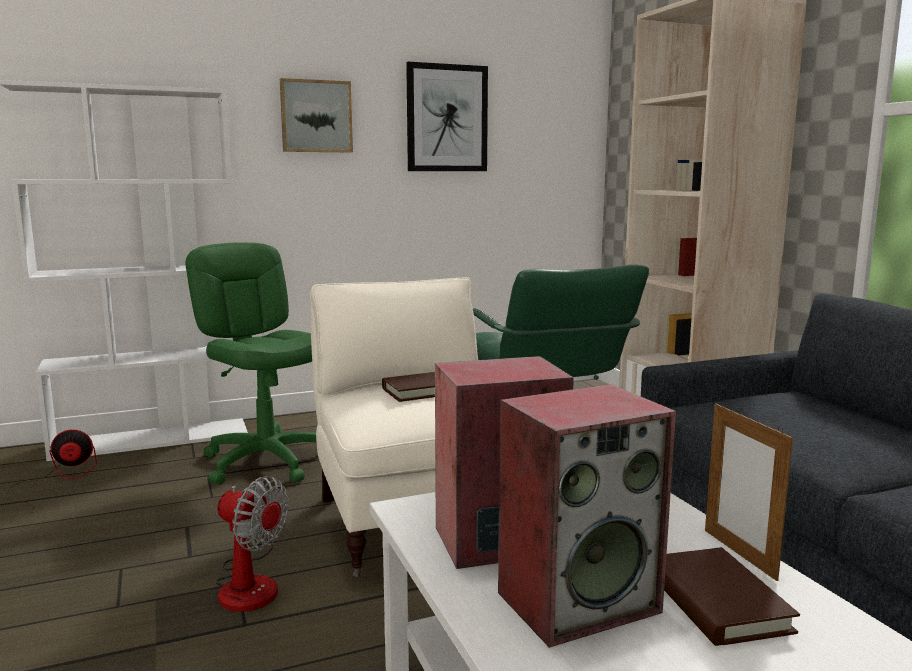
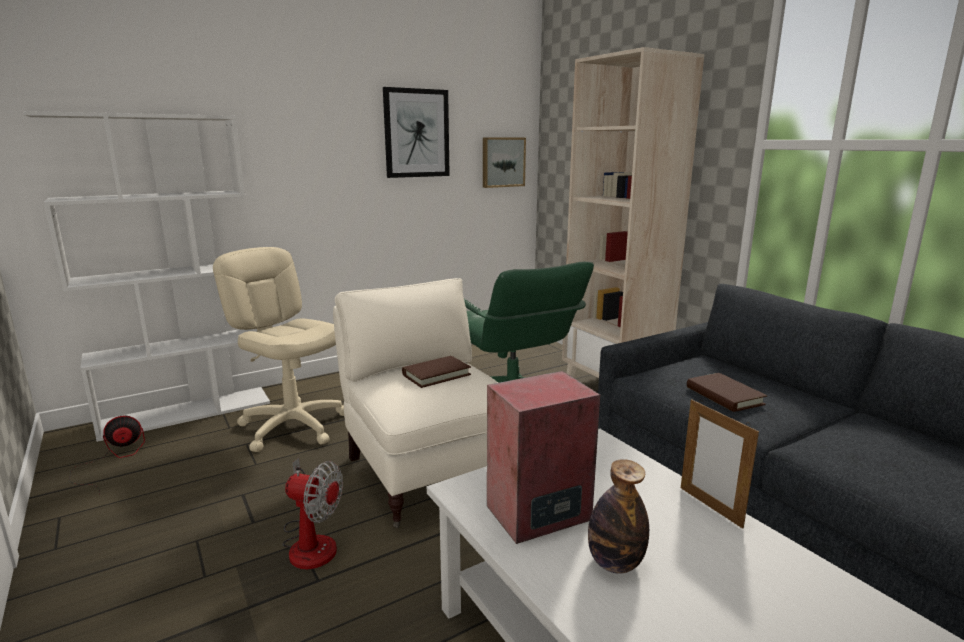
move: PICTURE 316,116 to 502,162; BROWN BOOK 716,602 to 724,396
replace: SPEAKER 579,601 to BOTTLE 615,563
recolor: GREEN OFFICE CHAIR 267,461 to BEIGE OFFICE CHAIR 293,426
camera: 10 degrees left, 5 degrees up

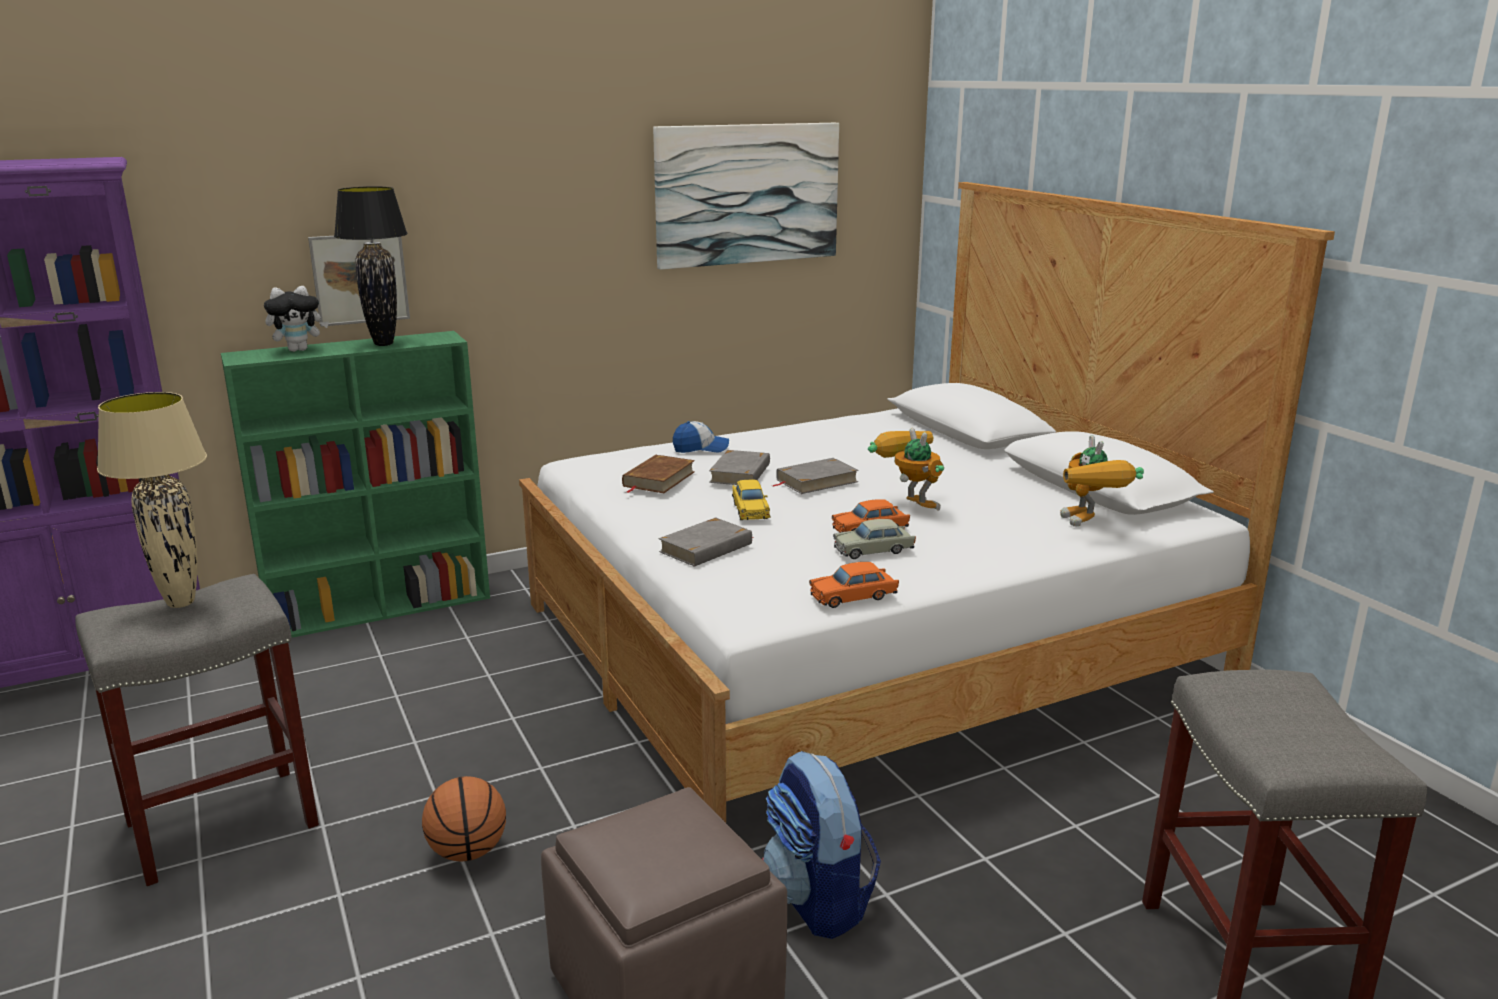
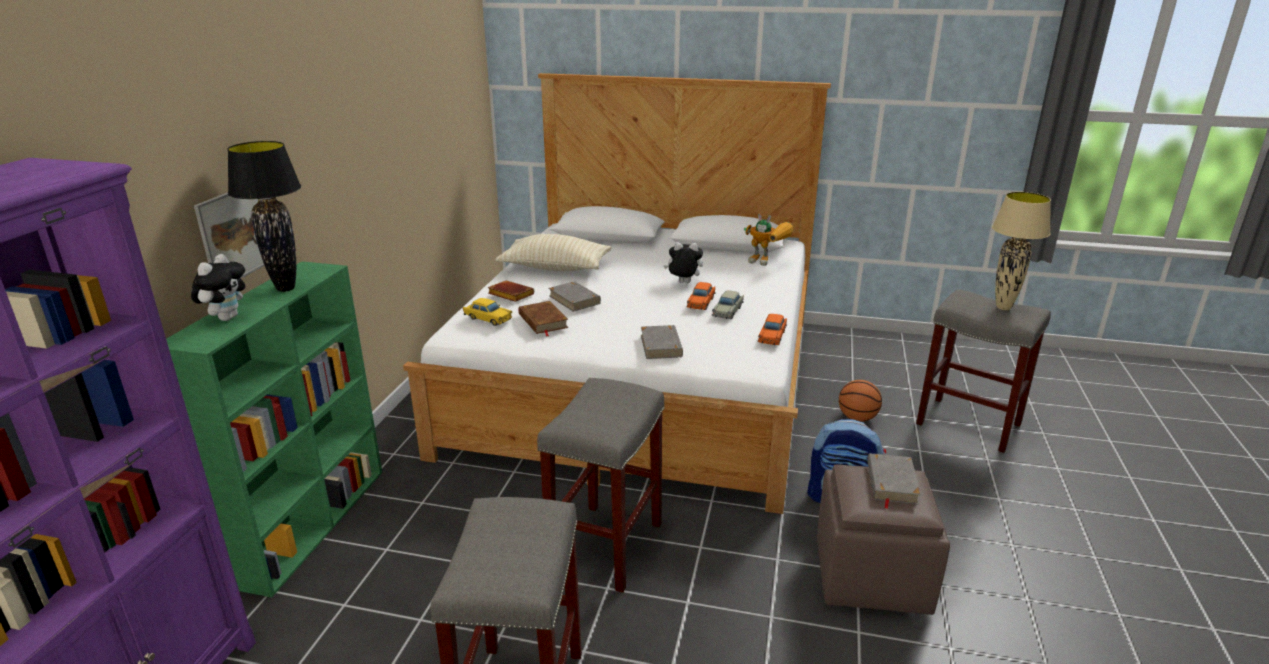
delete: PICTURE 747,194
insert: BEIGE PILLOW 555,268; GREY STOOL 606,545
move: BEIGE TABLE LAMP 180,603 to 1003,308; BASKETBALL 467,852 to 857,418; YELLOW TOY CAR 750,510 to 488,318; GREY BOOK 816,481 to 891,483
replace: CAP 701,448 to BROWN BOOK 509,295; TOY ROBOT 907,504 to PLUSH TOY 683,283
camera: 50 degrees left, 5 degrees up

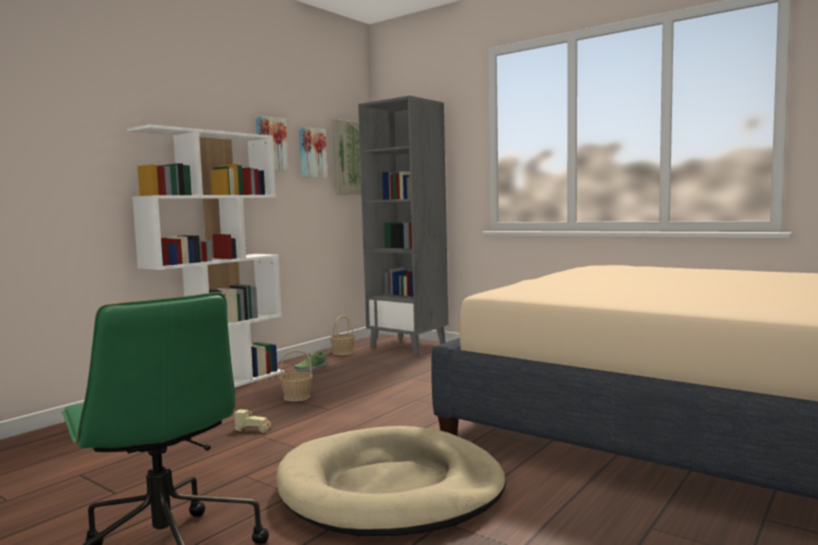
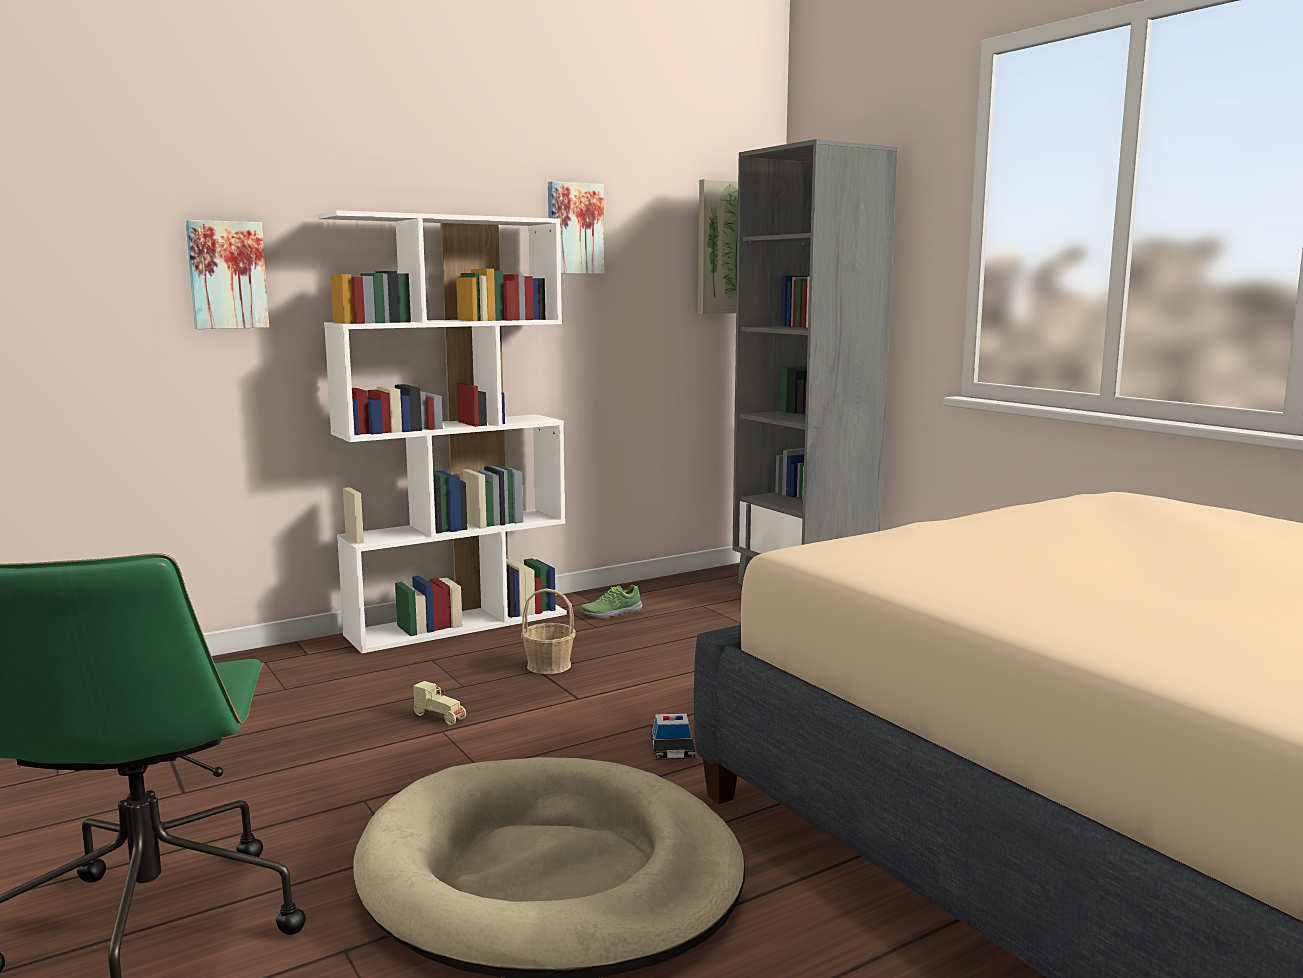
delete: BASKET 342,352
insert: TOY CAR 672,748
move: PICTURE 311,153 to 227,275
camera: 20 degrees right, 5 degrees up

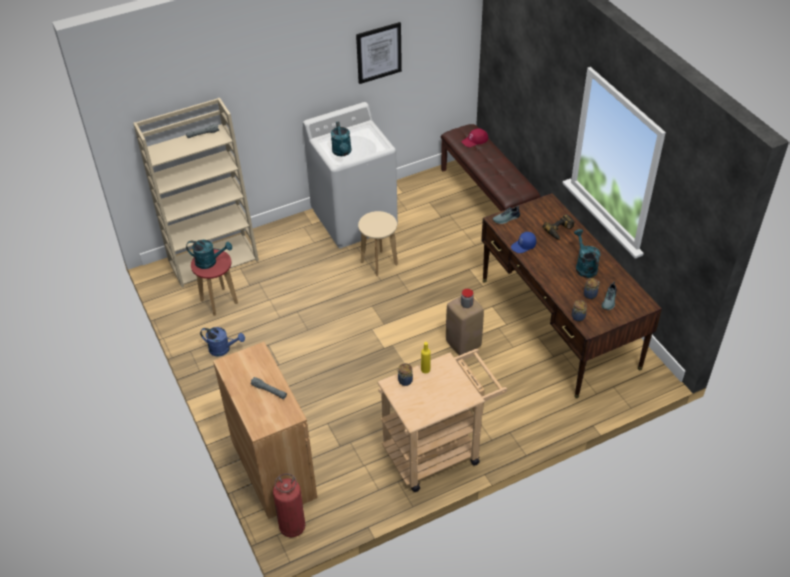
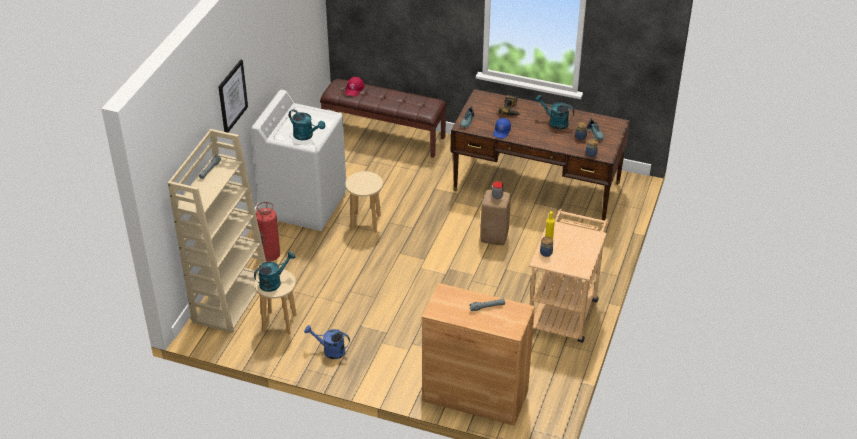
move: FIRE EXTINGUISHER 292,527 to 270,255; PICTURE 378,52 to 232,96
recolor: RED STOOL 219,302 to BEIGE STOOL 279,323
rotate: BLUE WATERING CAN 223,349 = 330,351 135 degrees counterclockwise
camera: 45 degrees left, 5 degrees down

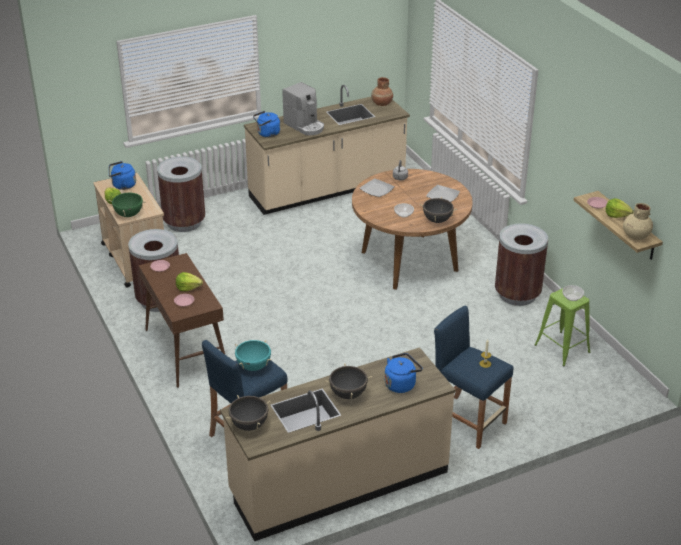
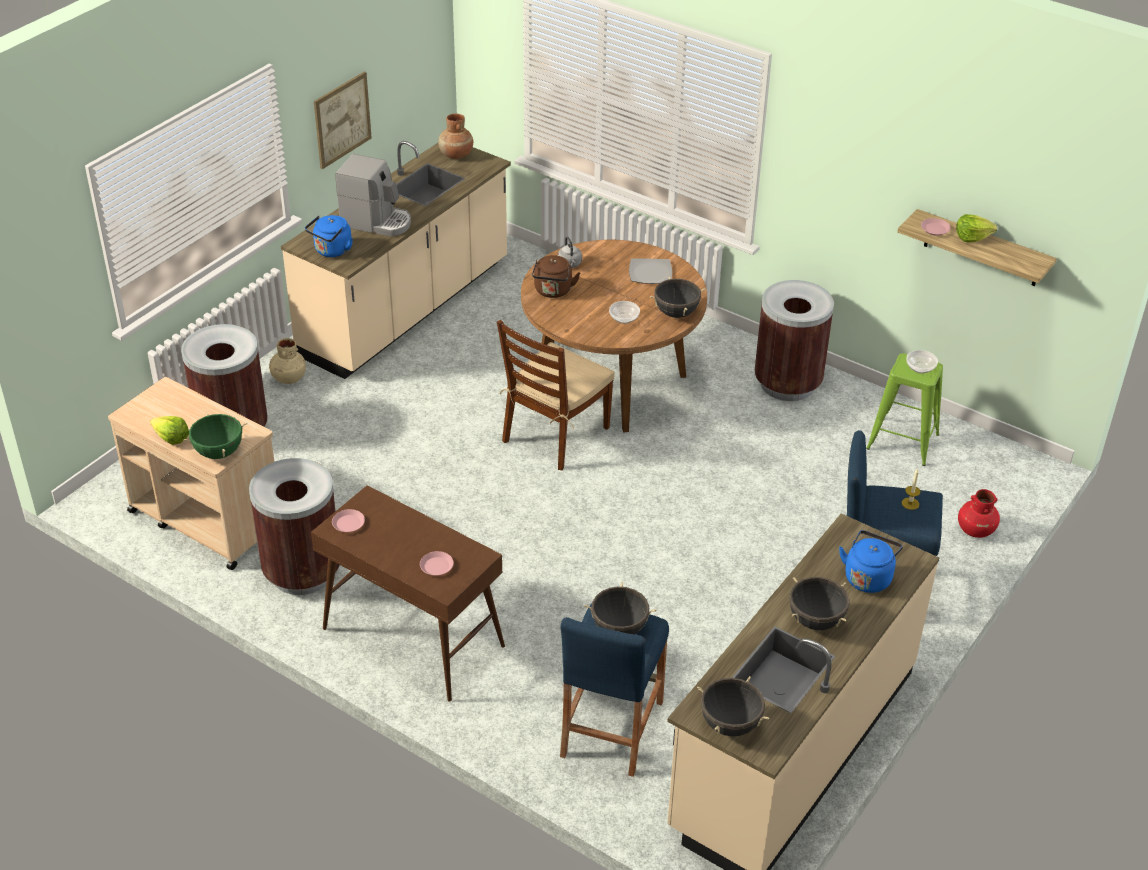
delete: BLUE KETTLE 122,185; LETTUCE 188,287
insert: PICTURE 342,119; BROWN CHAIR 555,435; RED VASE 975,530
move: BEIGE VASE 635,236 to 288,378
replace: PLATE 376,189 to BROWN KETTLE 553,291
recolor: TURQUOISE COOKING POT 253,366 to BLACK COOKING POT 619,629
camera: 30 degrees left, 5 degrees up

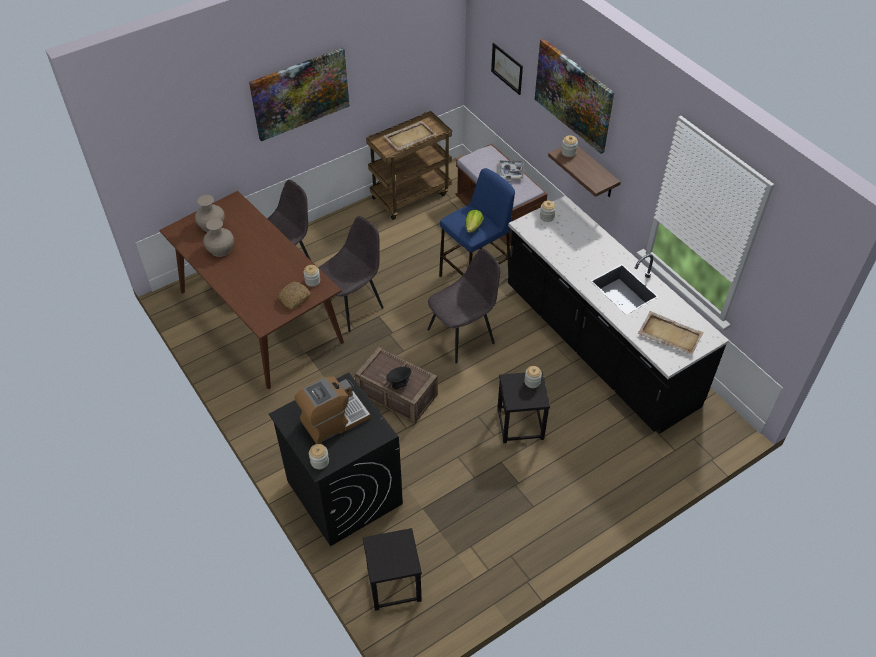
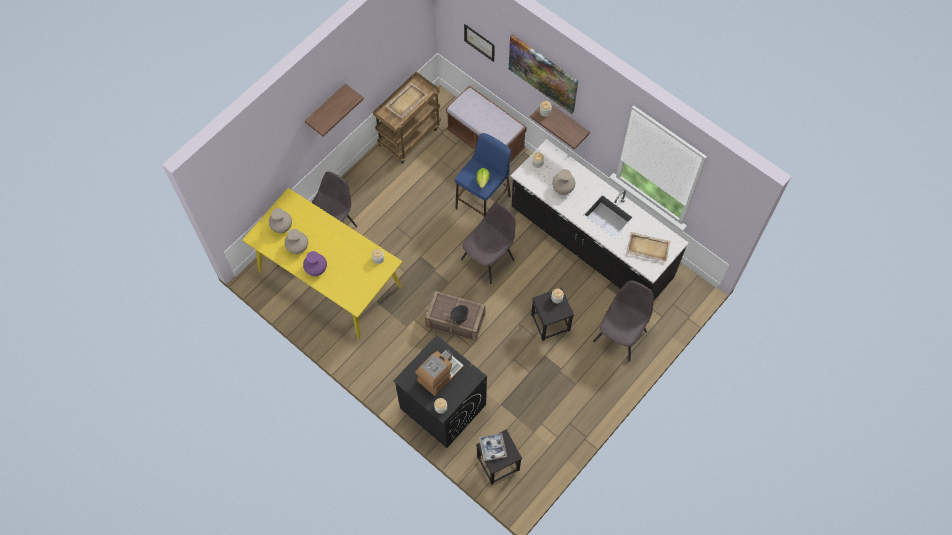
delete: BREAD 294,298
insert: PURPLE VASE 316,268; BEIGE VASE 563,188
move: GREY CHAIR 351,305 to 620,335; TRAY 510,172 to 492,447
replace: PICTURE 300,93 to SHELF 326,108
recolor: BROWN DINING TABLE 261,316 to YELLOW DINING TABLE 330,279
camera: 15 degrees left, 15 degrees up

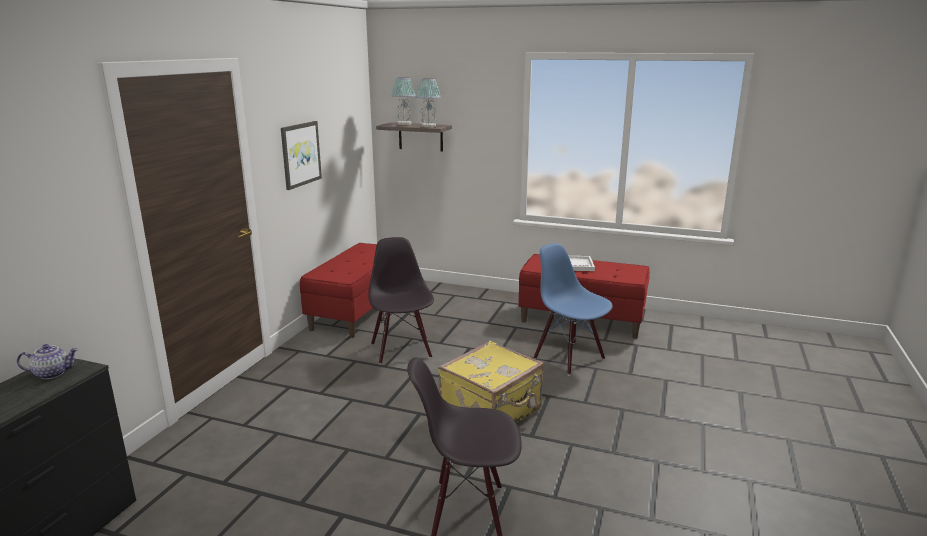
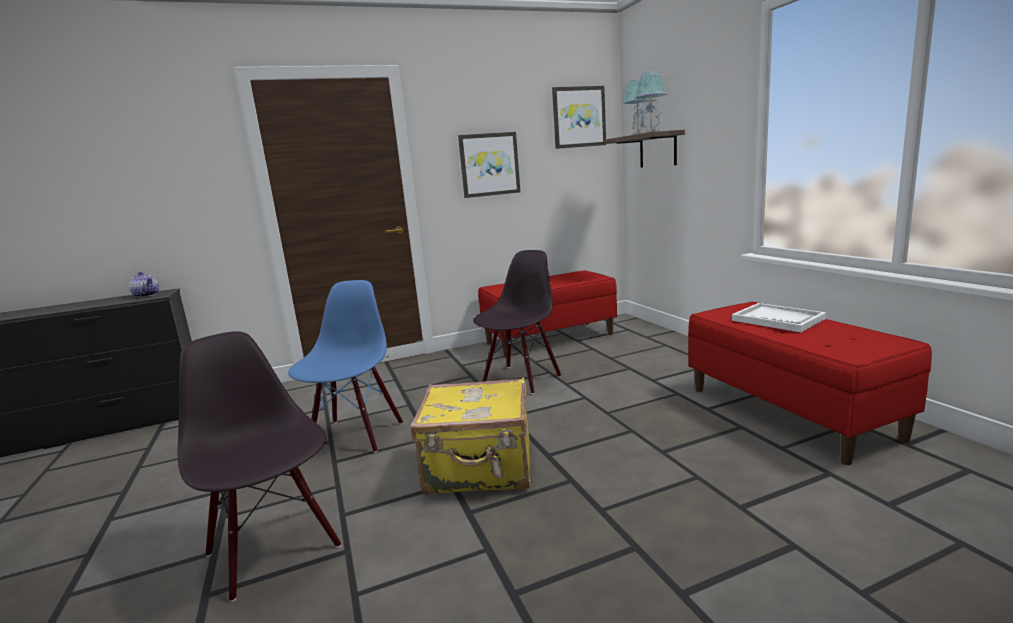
insert: PICTURE 579,117
move: BLUE CHAIR 569,358 to 356,436
camera: 50 degrees right, 5 degrees down

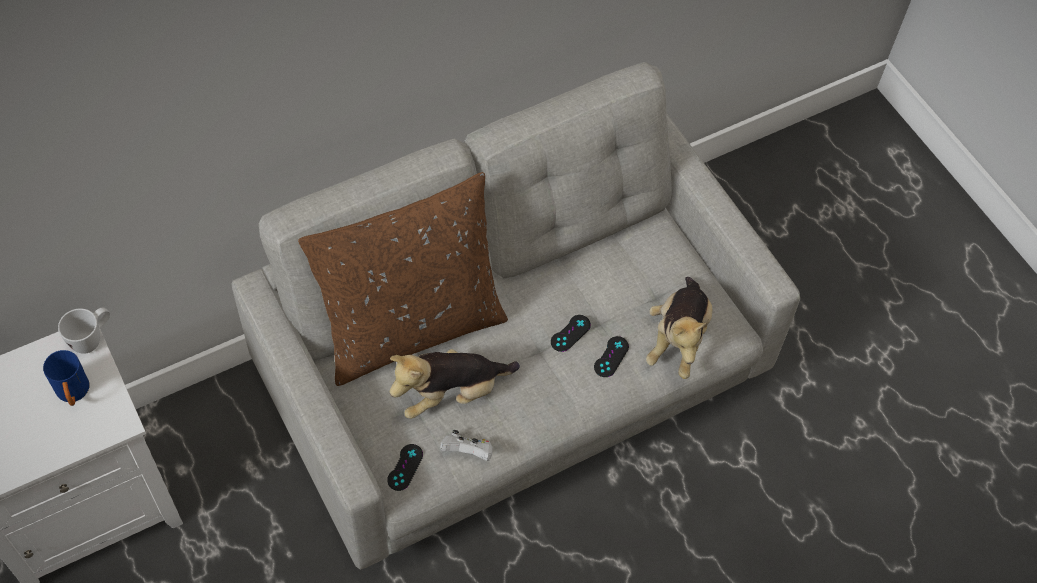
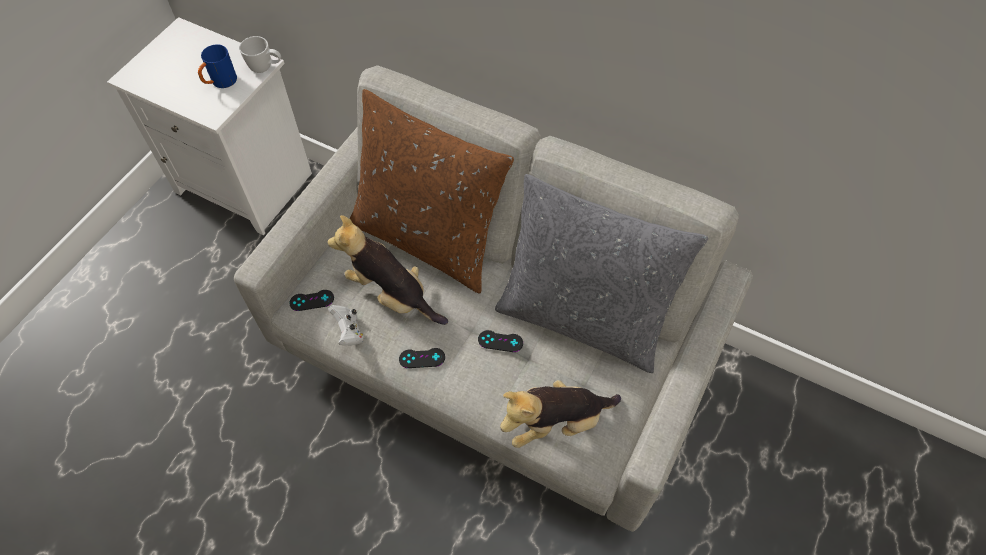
insert: GREY PILLOW 583,317
move: BLACK GAME CONTROLLER 611,357 to 422,358
camera: 60 degrees right, 0 degrees up

